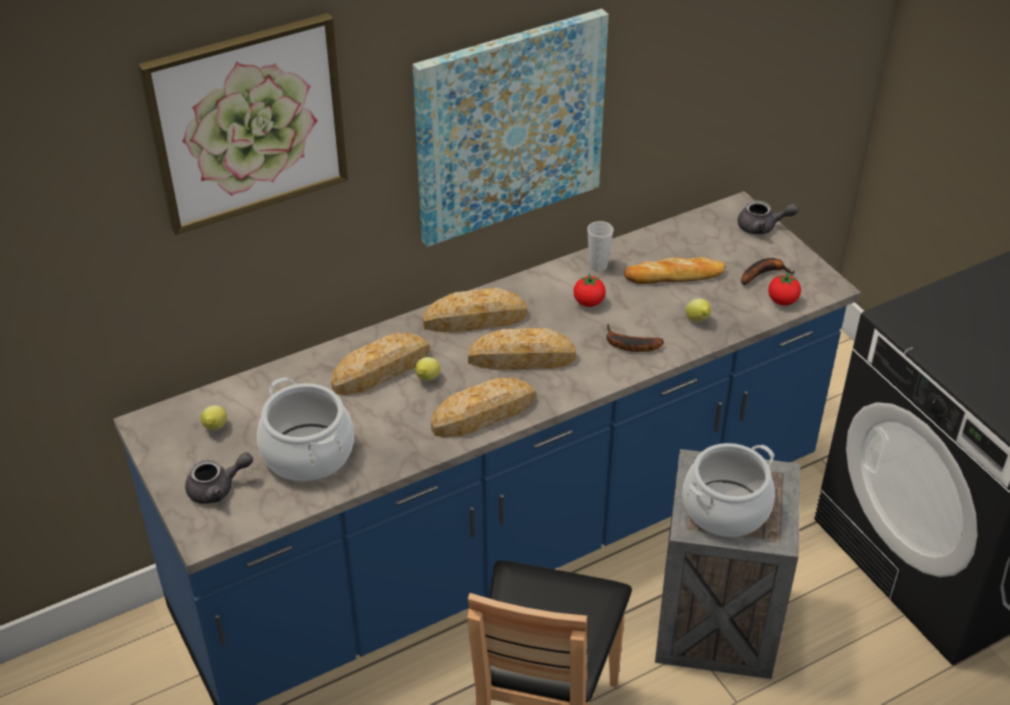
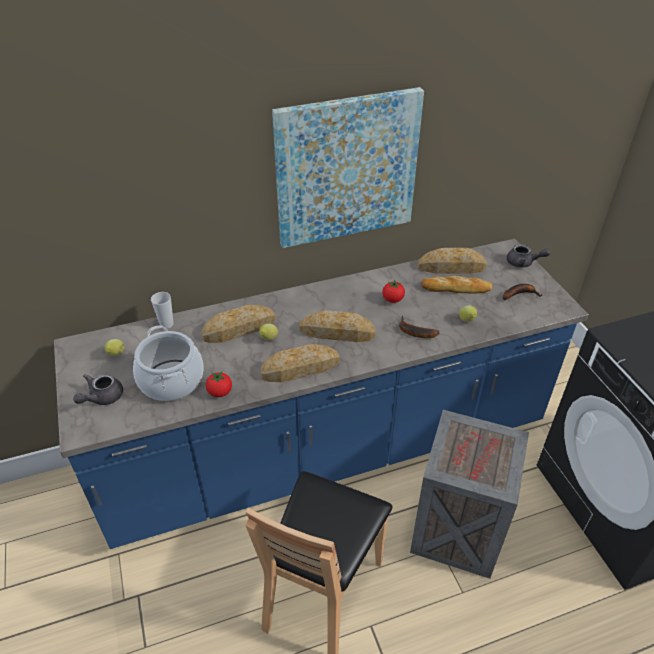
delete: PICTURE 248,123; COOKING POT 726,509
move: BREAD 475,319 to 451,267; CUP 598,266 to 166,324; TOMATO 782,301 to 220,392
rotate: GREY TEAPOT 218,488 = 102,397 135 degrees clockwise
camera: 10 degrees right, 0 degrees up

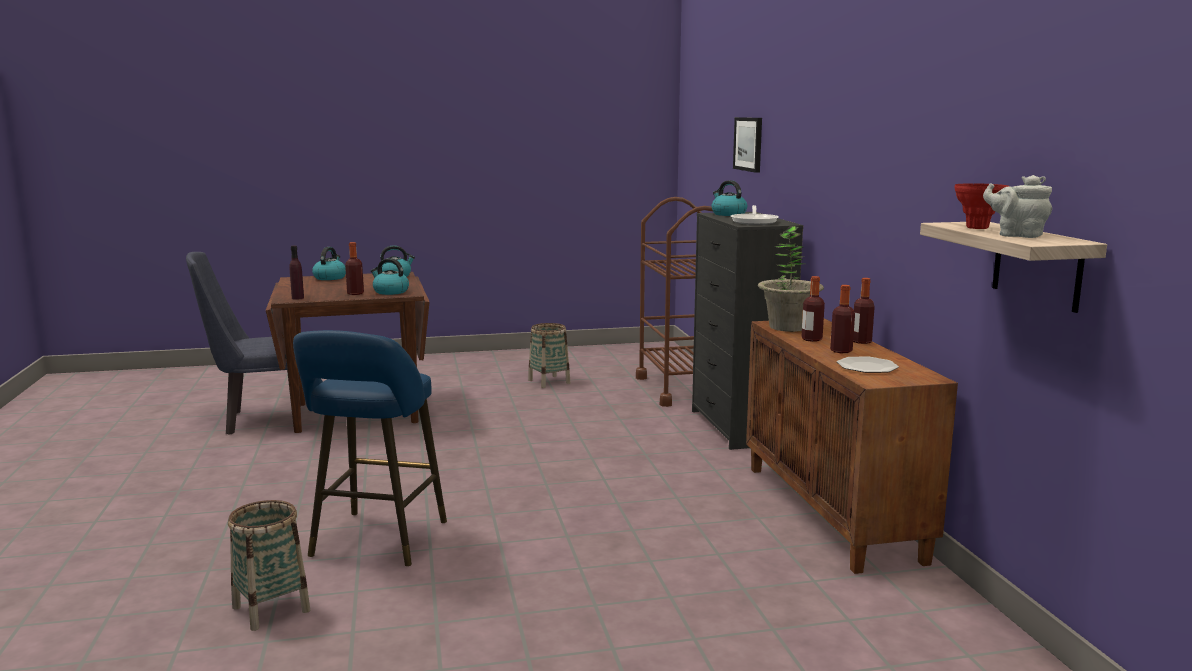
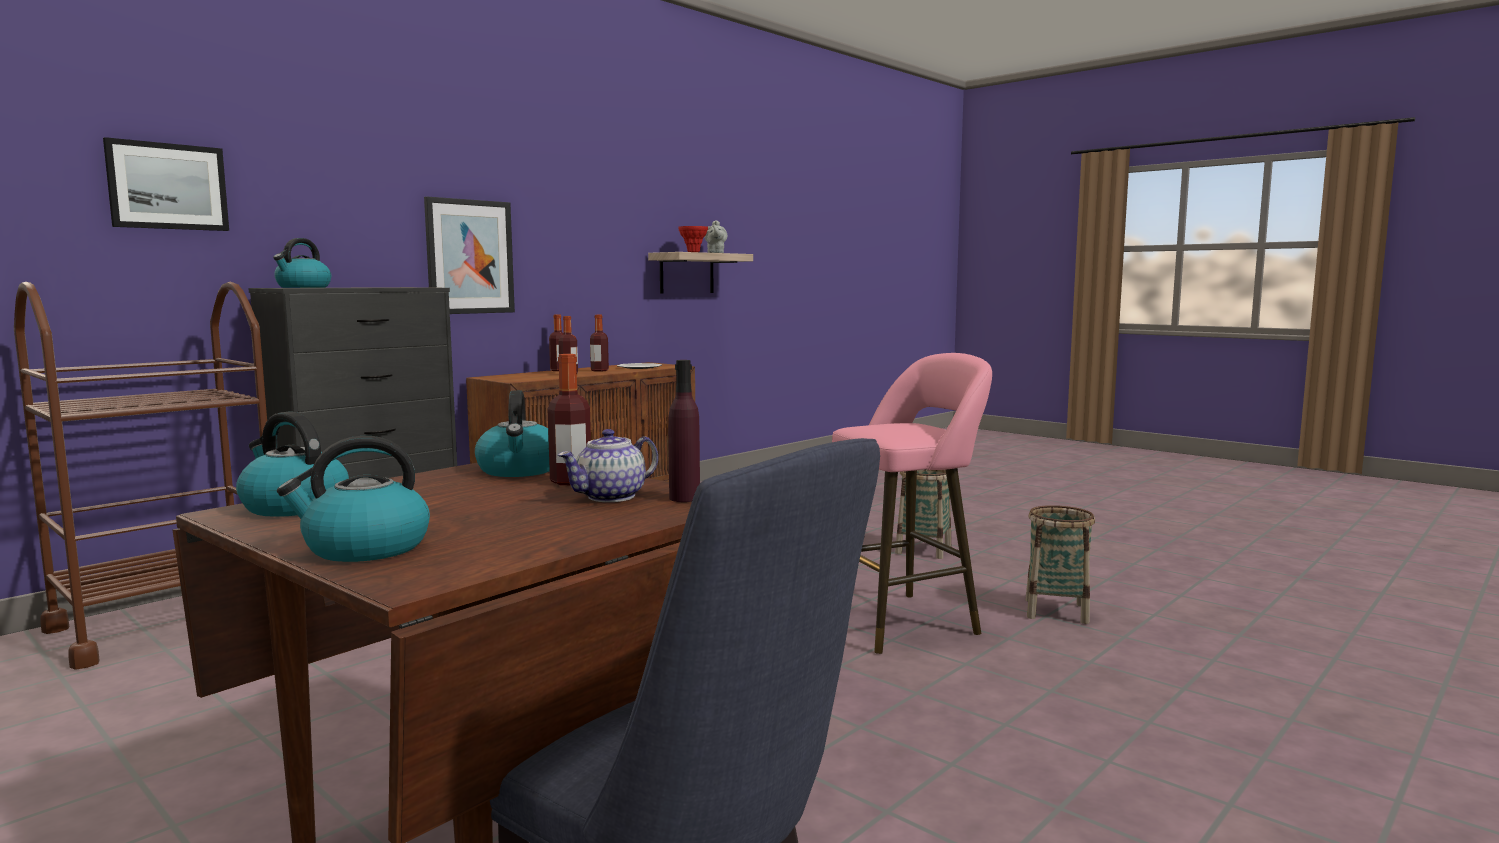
delete: FRYING PAN 754,221; POTTED PLANT 788,327
insert: PICTURE 469,257; TEAPOT 611,497
move: BASKET 549,381 to 923,550
recolor: BLUE STOOL 376,542 to PINK STOOL 903,620
camera: 125 degrees left, 5 degrees down

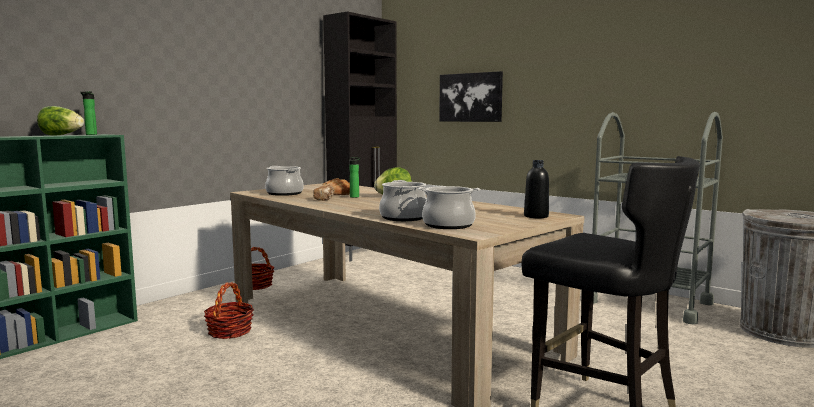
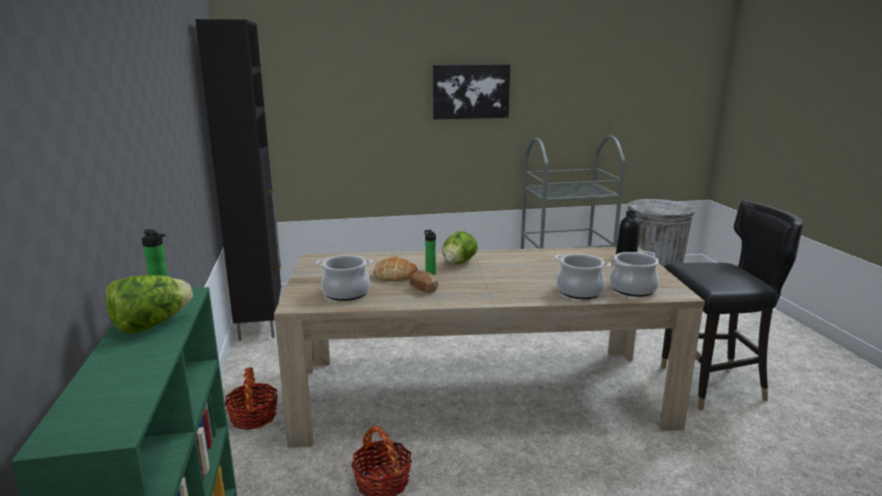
move: PICTURE 470,97 to 470,91
camera: 50 degrees left, 10 degrees up

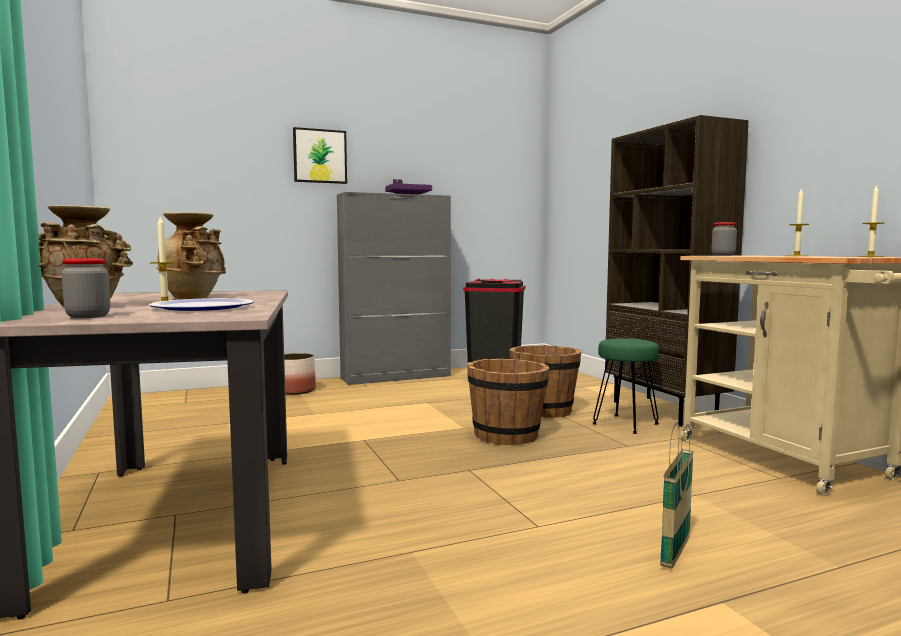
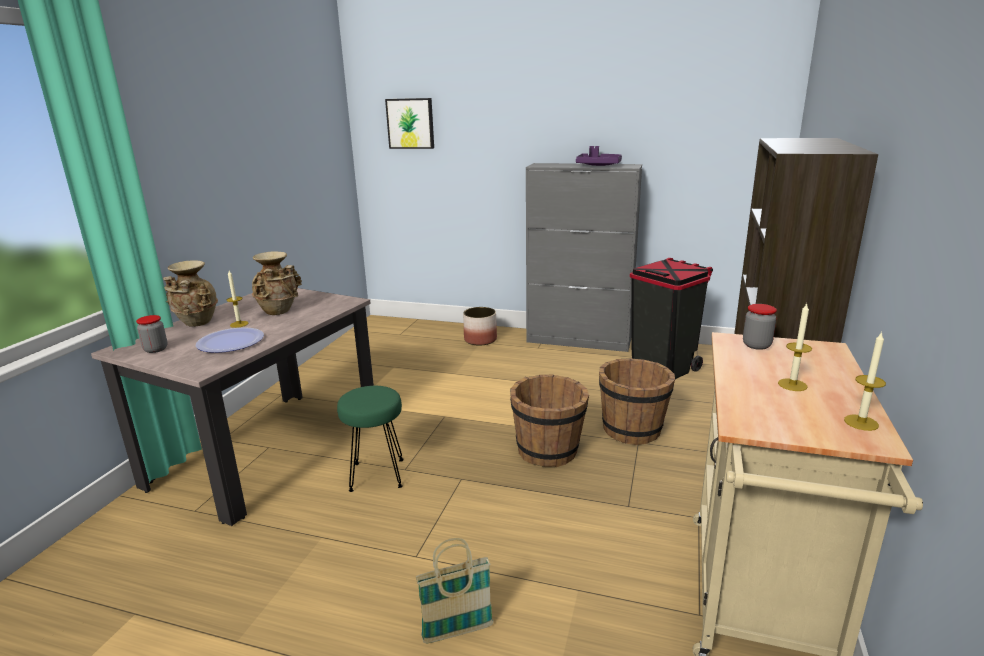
move: PICTURE 319,156 to 410,123; GREEN STOOL 626,424 to 377,475
camera: 40 degrees right, 15 degrees up

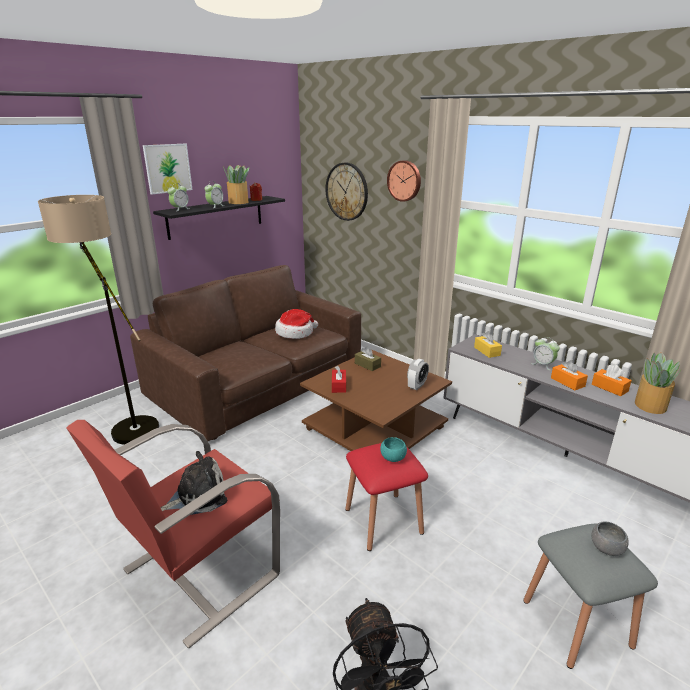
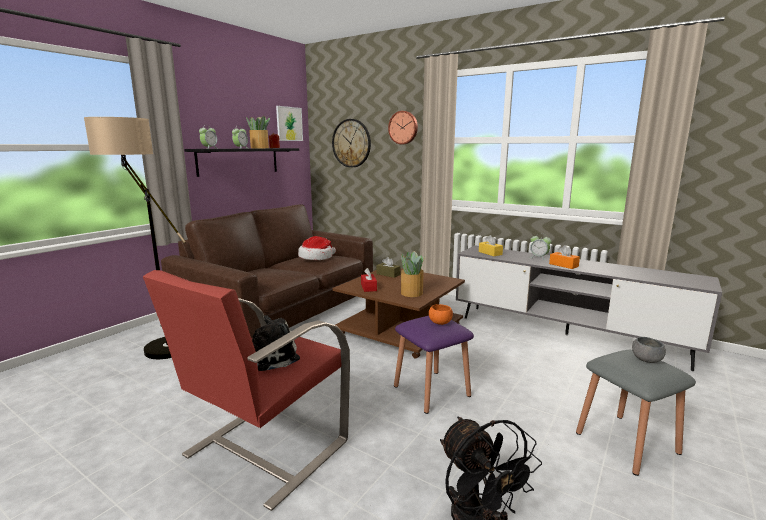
delete: ALARM CLOCK 417,386; ORANGE TISSUE BOX 609,388
move: PICTURE 168,168 to 289,124; POTTED PLANT 650,405 to 411,293
recolor: RED STOOL 383,520 to PURPLE STOOL 431,391; TURQUOISE BOWL 393,458 to ORANGE BOWL 440,323
camera: 10 degrees left, 10 degrees down

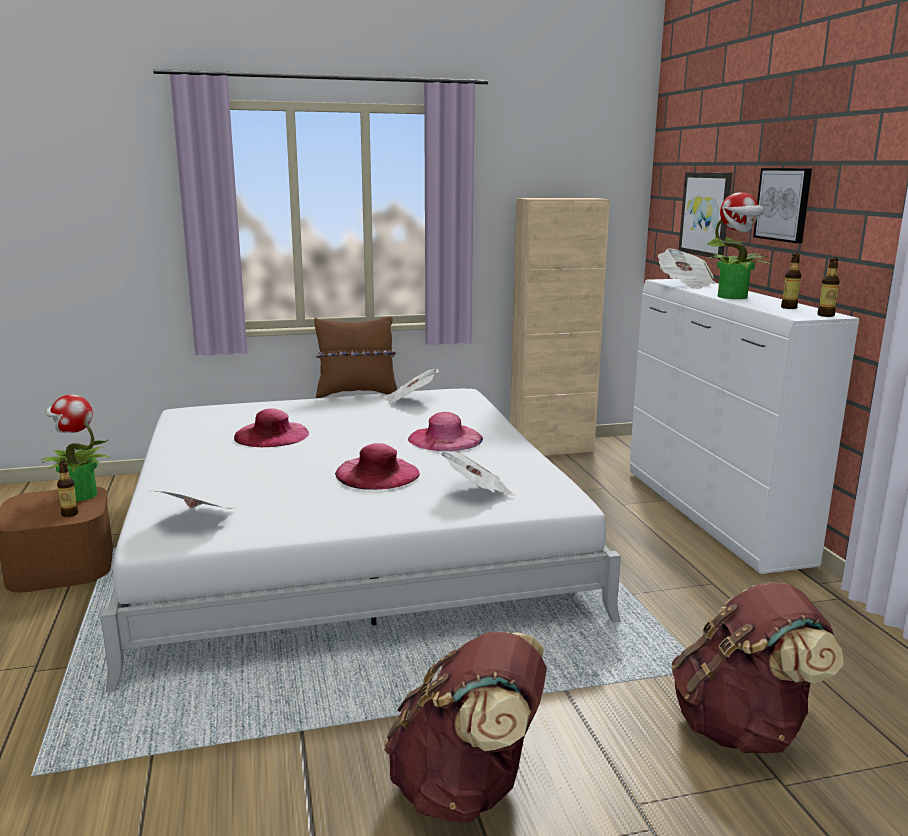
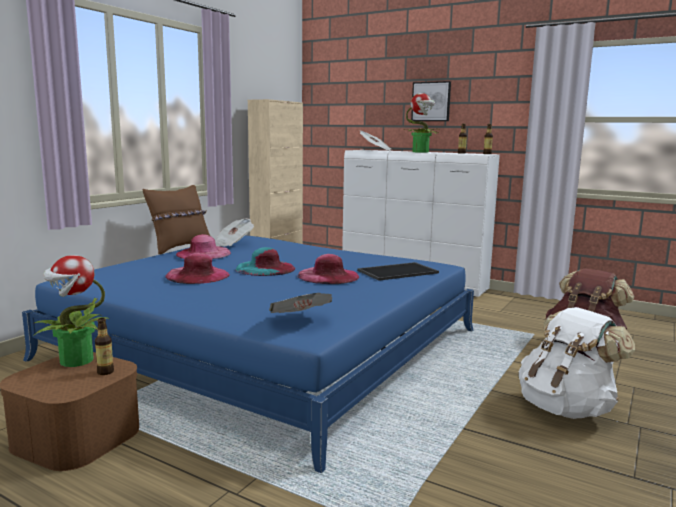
delete: PICTURE 706,214
insert: TURQUOISE HAT 265,268
move: PINK HAT 445,438 to 203,253
replace: NEWSPAPER 477,492 to TRAY 397,271
recolor: WHITE BED 348,539 to BLUE BED 268,344; BROWN BACKPACK 467,788 to WHITE BACKPACK 566,408
camera: 45 degrees left, 5 degrees down

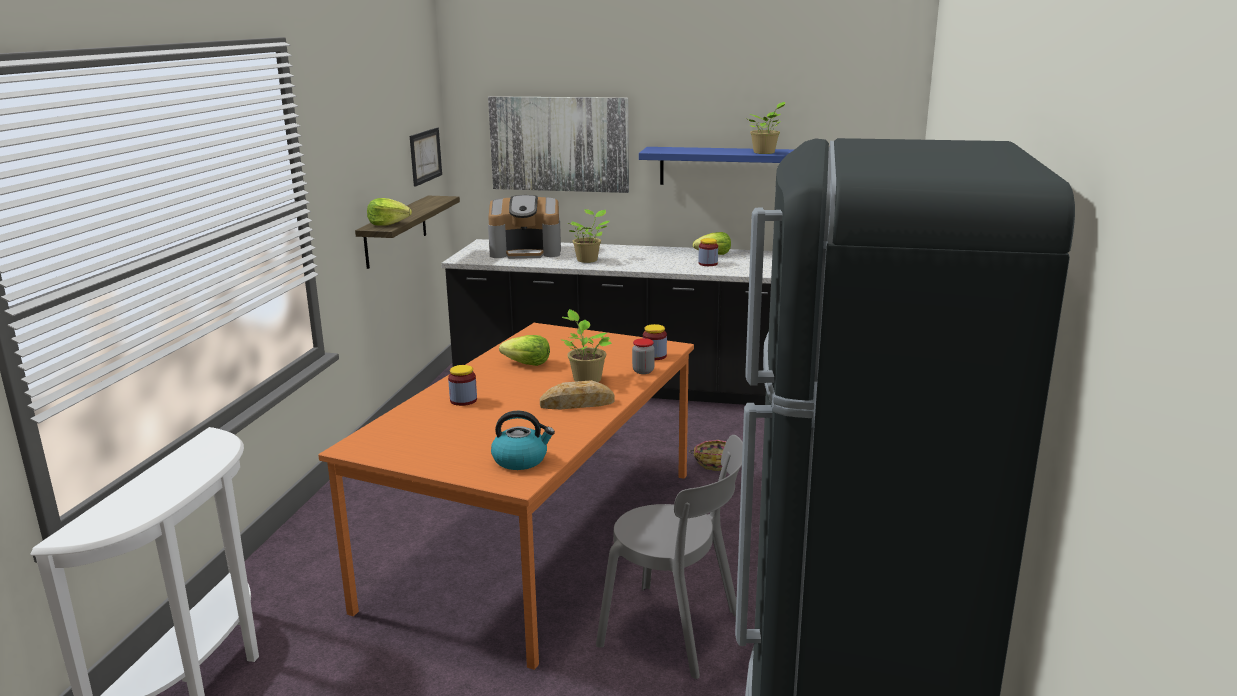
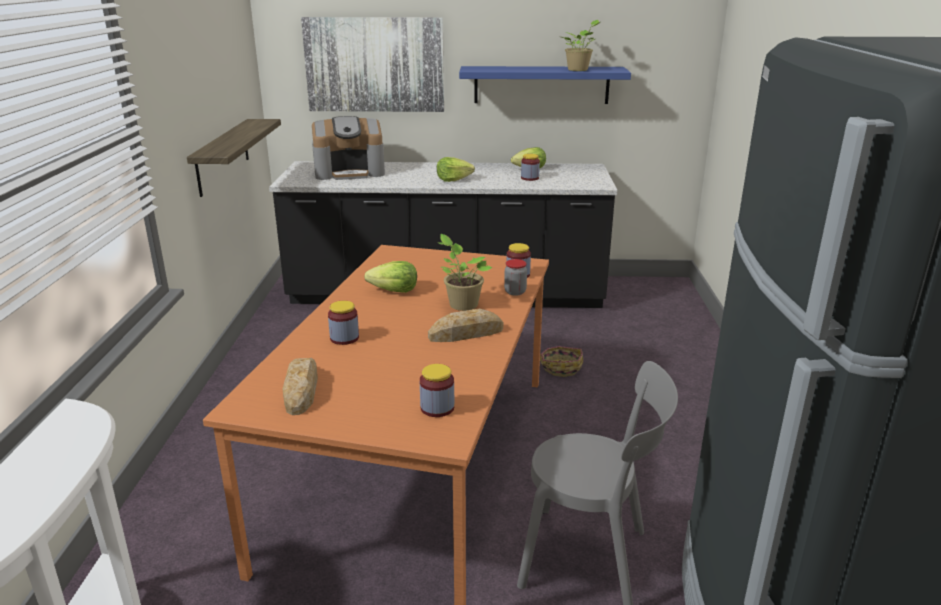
delete: PICTURE 425,156; POTTED PLANT 588,260
insert: BREAD 301,390
move: LETTUCE 388,224 to 453,179
replace: KETTLE 521,460 to JAR 437,408
camera: 10 degrees left, 5 degrees up

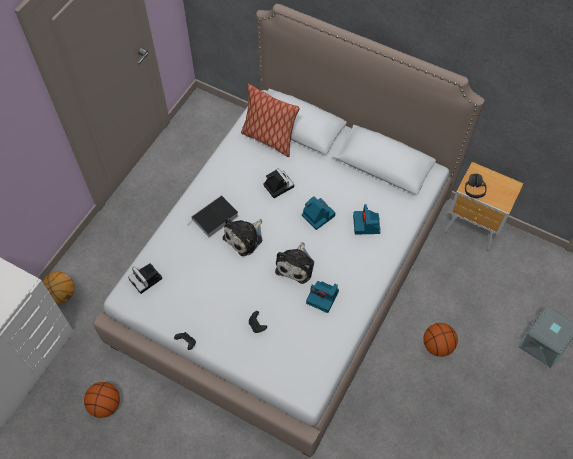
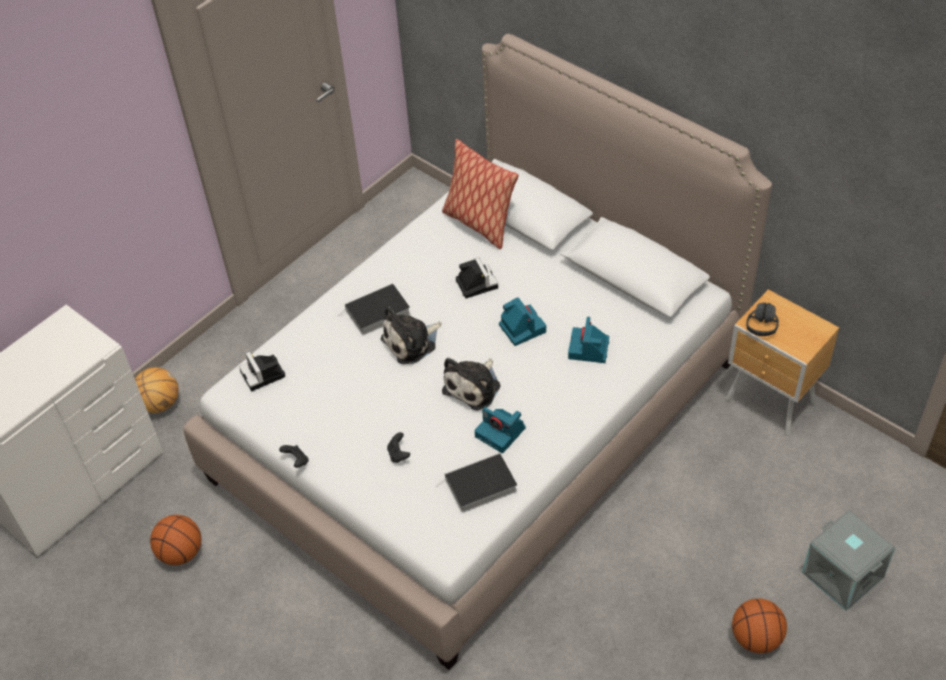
insert: BOOK 479,486
move: BASKETBALL 437,346 to 756,638
camera: 15 degrees right, 10 degrees down

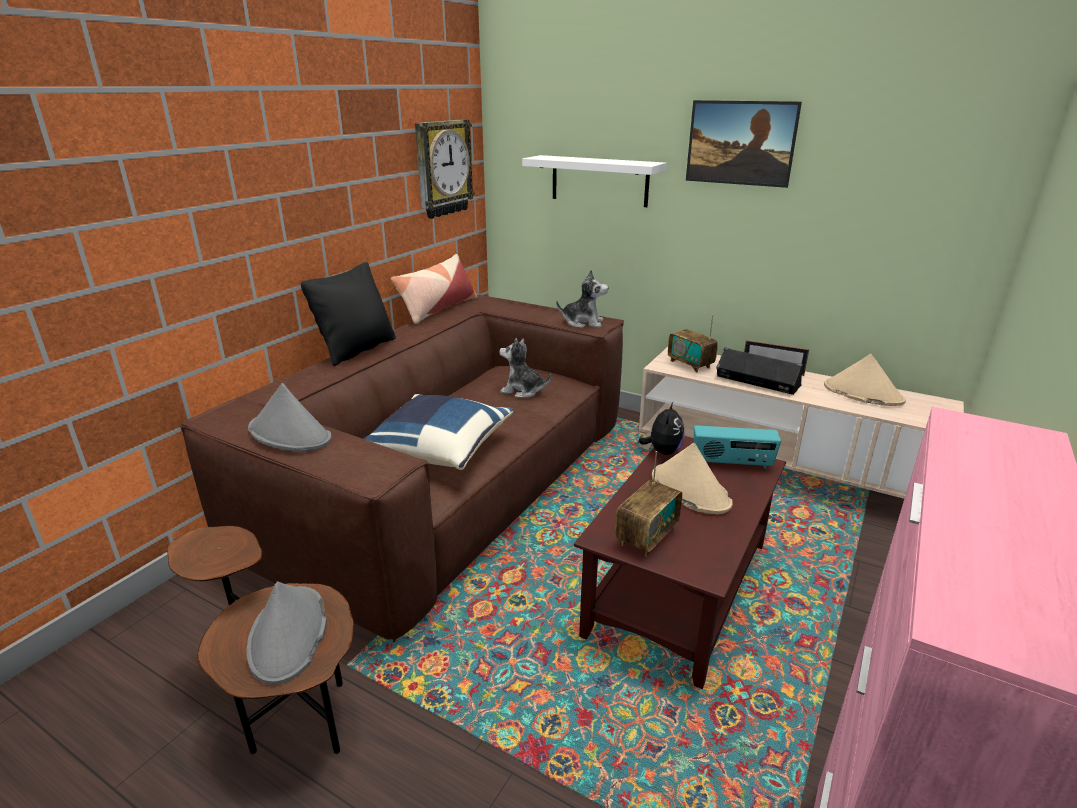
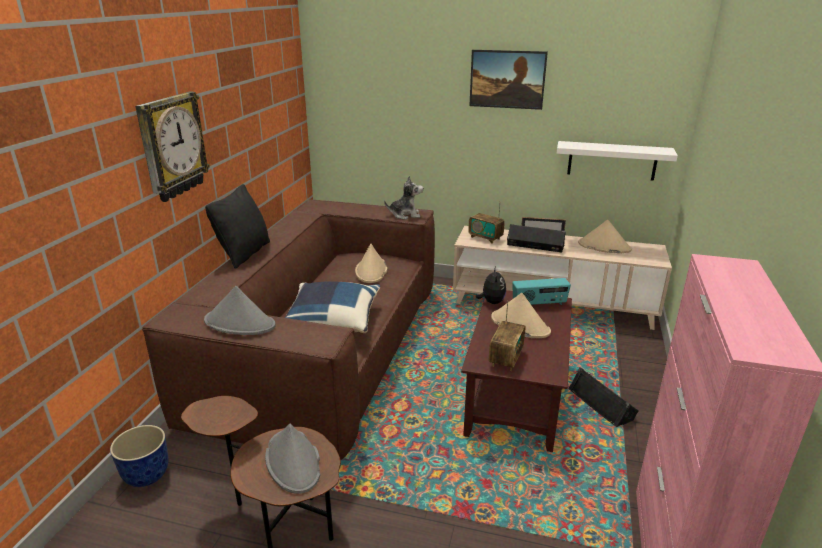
delete: PILLOW 438,309
insert: PLANTER 146,475; BLACK SPEAKER 601,403
move: WALL CLOCK 442,168 to 172,146; WHITE SHELF 599,180 to 612,160
replace: PLUSH TOY 523,390 to BEIGE HAT 371,271
camera: 15 degrees left, 0 degrees up

